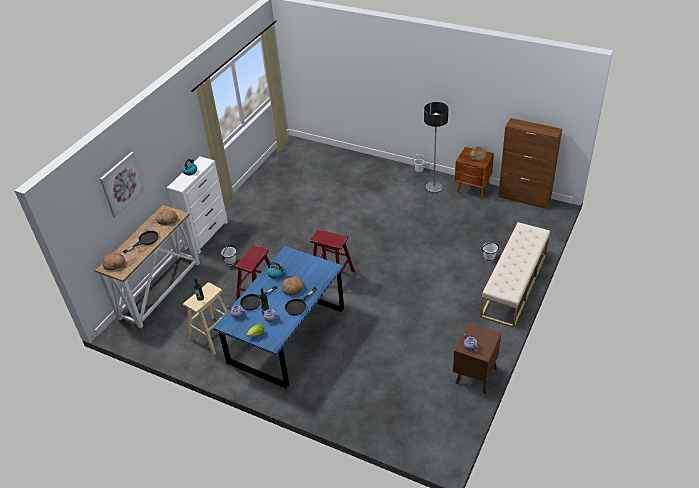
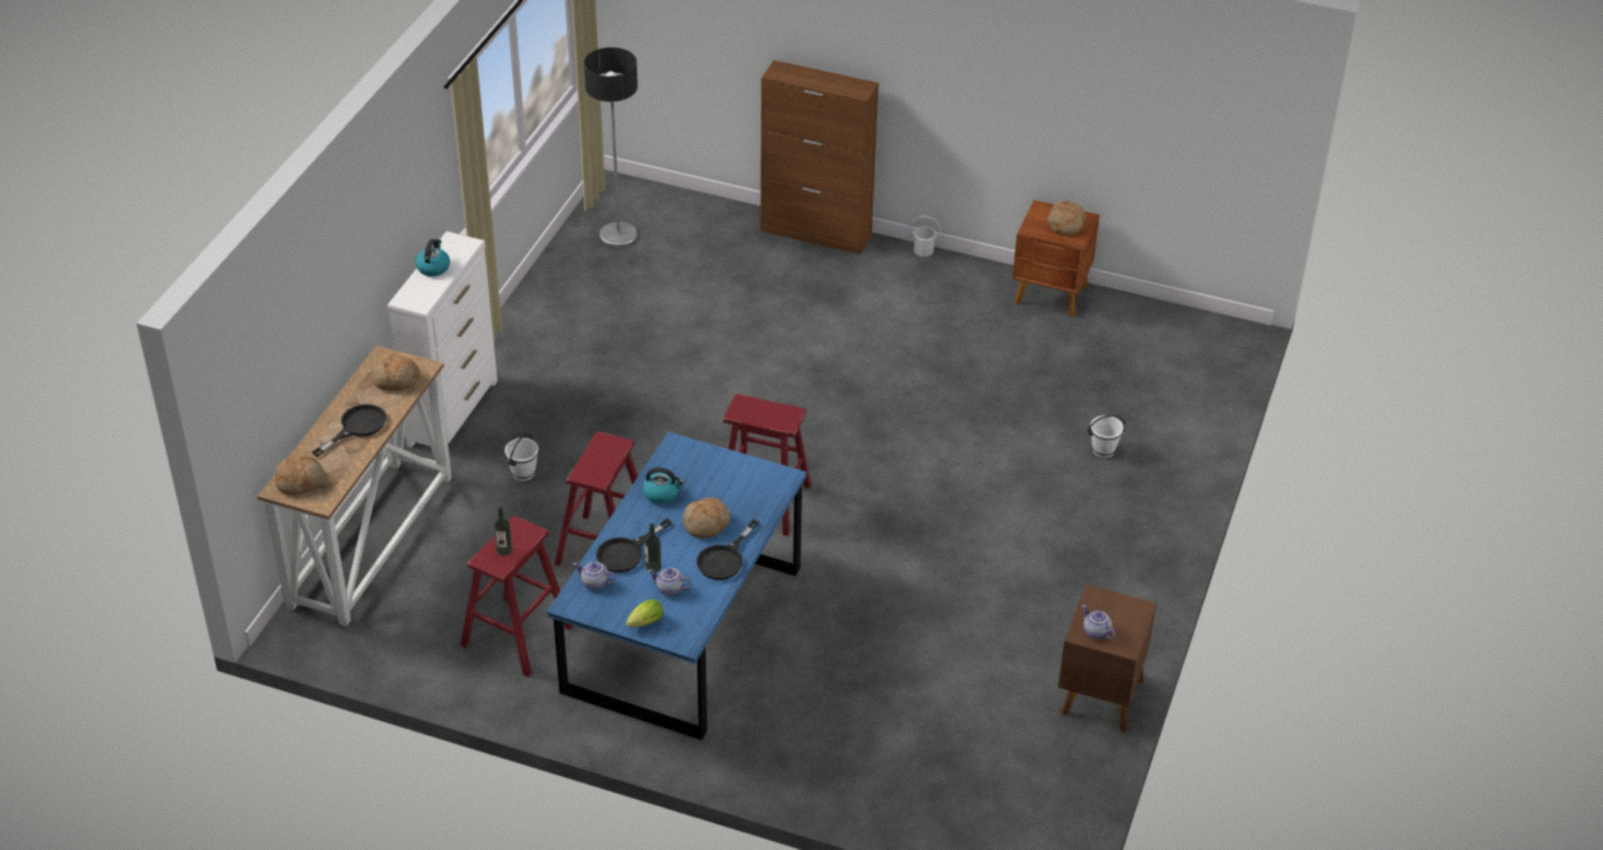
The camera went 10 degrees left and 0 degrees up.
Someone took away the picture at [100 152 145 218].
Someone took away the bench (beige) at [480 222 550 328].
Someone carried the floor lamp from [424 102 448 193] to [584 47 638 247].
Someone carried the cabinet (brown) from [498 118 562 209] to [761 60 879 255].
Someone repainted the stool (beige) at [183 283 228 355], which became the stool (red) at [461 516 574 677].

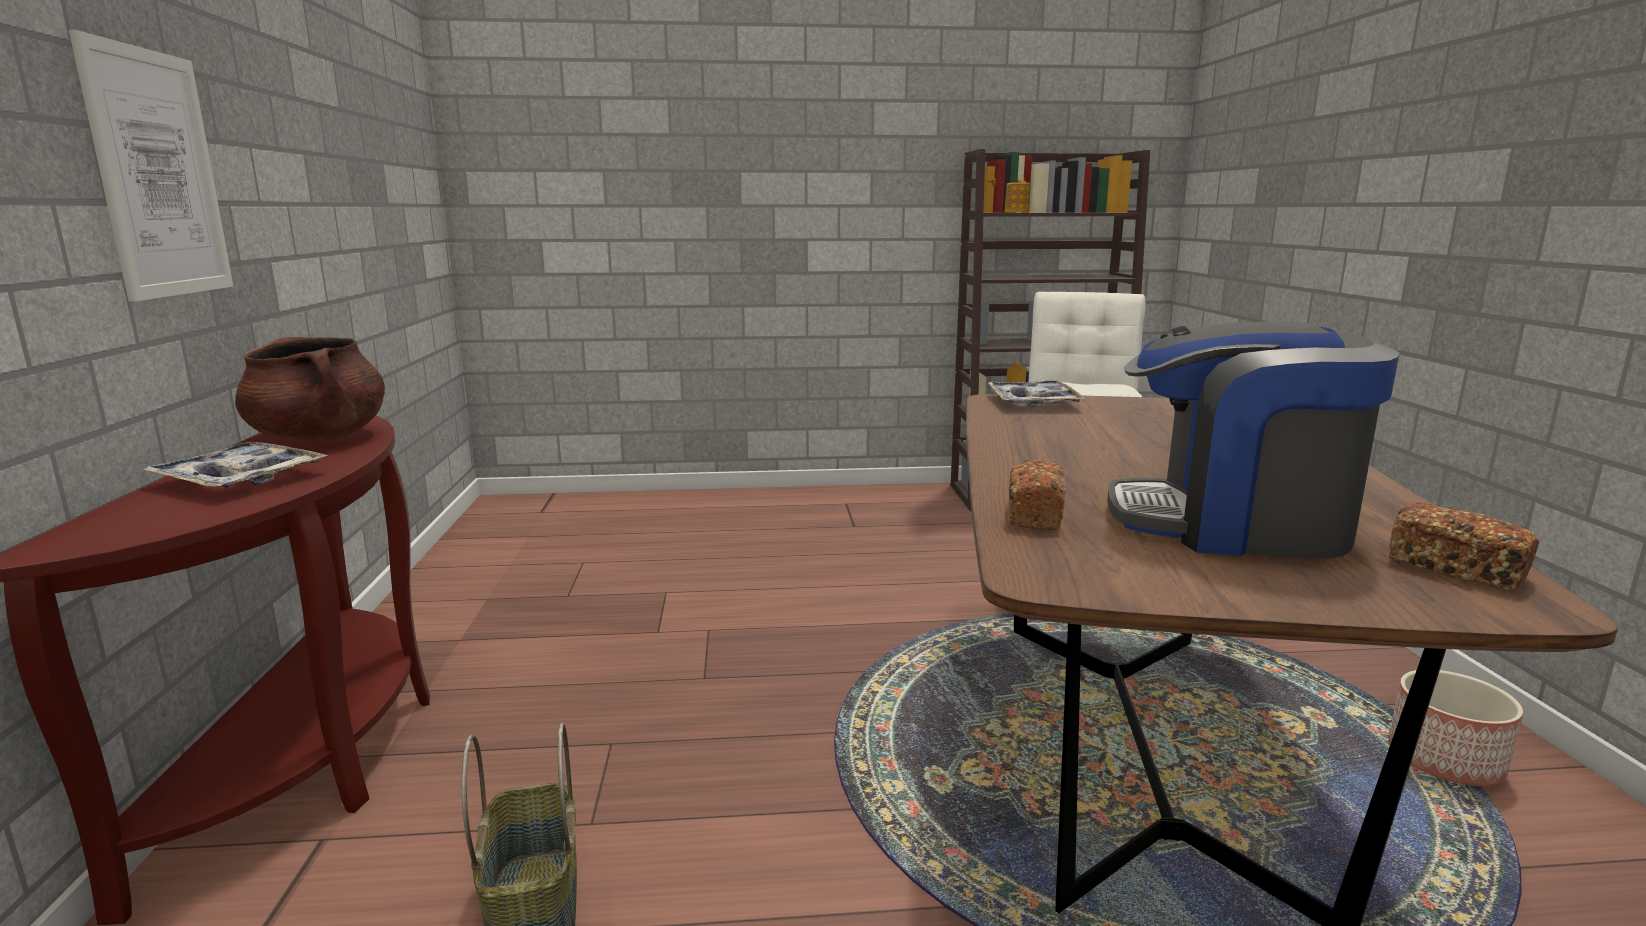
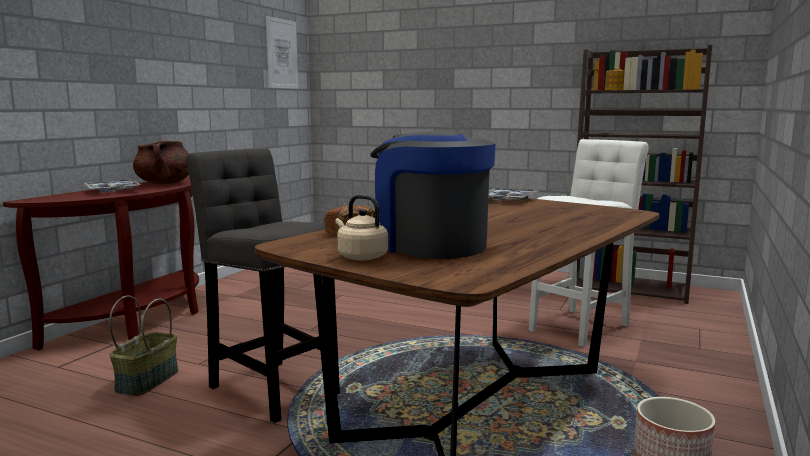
The camera went 30 degrees right and 5 degrees down.
Someone took away the bread at [1389 502 1539 590].
Someone put down the stool (grey) at [186 149 340 423].
Someone put down the kettle (beige) at [335 195 388 261].
Someone carried the picture from [69 30 234 302] to [266 16 298 89].

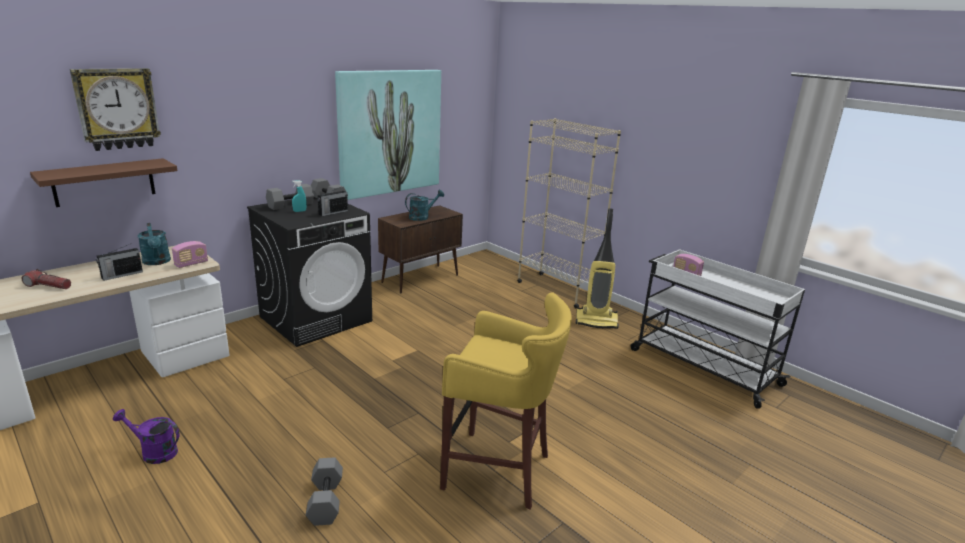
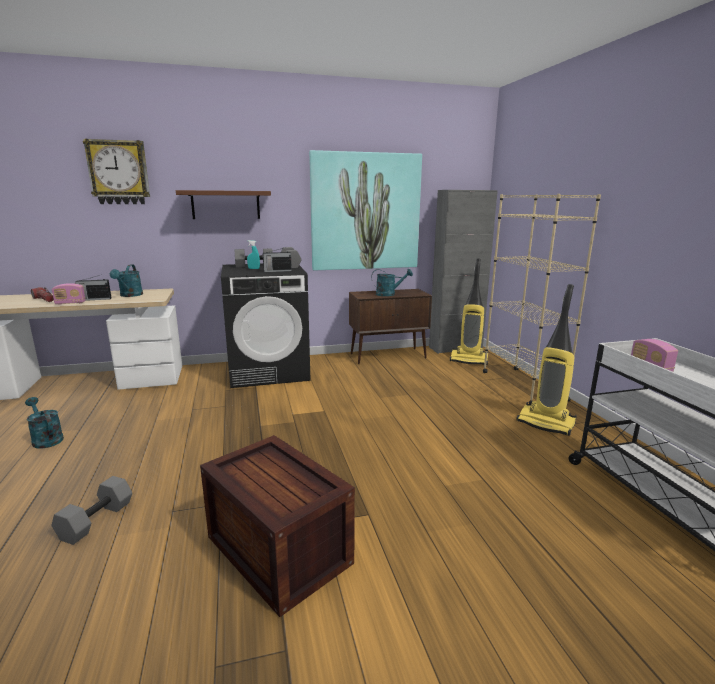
The camera went 30 degrees right and 5 degrees down.
Someone put down the cabinet (grey) at [429 190 498 354].
Someone put down the vacuum cleaner at [450 258 488 365].
Someone carried the shelf (brown) from [30 158 178 207] to [176 190 271 219].
Someone carried the radio from [172 241 208 268] to [52 283 86 305].
Someone swapped the stool (yellow) at [440 292 572 509] for the crate at [200 435 355 617].
Someone repainted the watering can (purple) at [113 409 180 464], which became the watering can (turquoise) at [25 397 64 448].

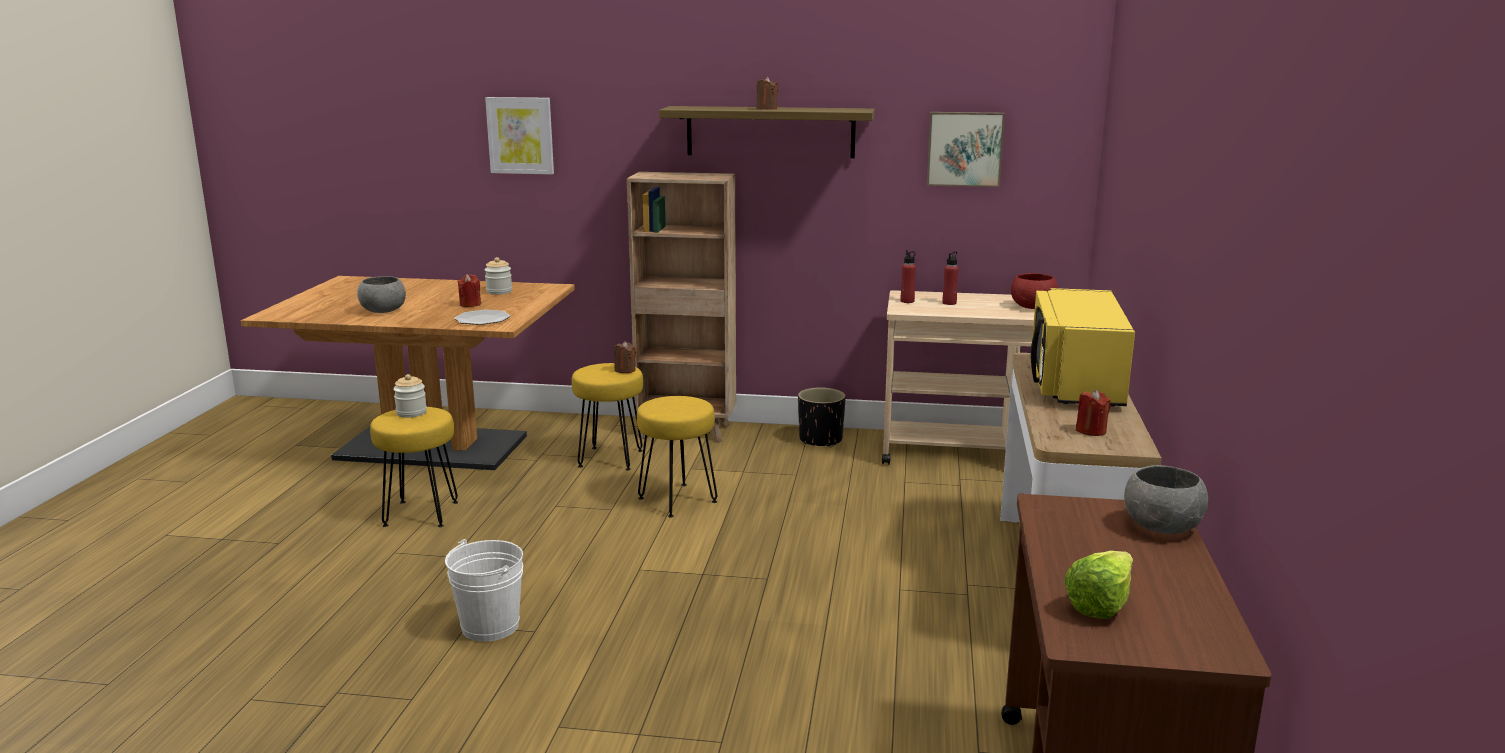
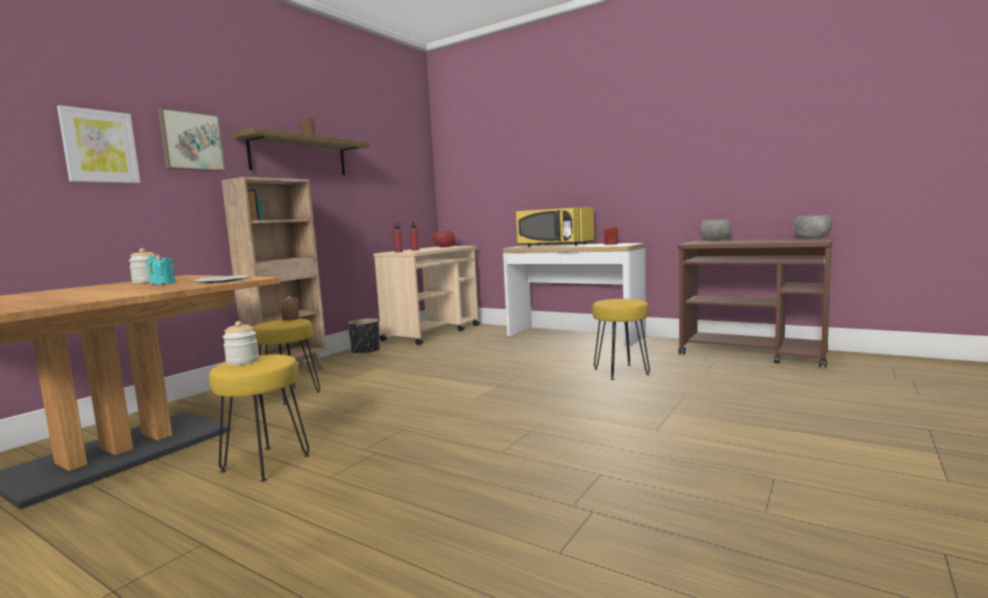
The camera went 65 degrees left and 10 degrees down.
Someone took away the bucket (white) at [445 539 523 642].
Someone took away the lettuce at [1064 551 1133 619].
Someone carried the bowl (grey) from [357 276 406 313] to [794 215 833 239].
Someone carried the stool (yellow) from [637 396 717 518] to [592 299 650 380].
Someone carried the picture from [927 112 1005 187] to [157 107 226 172].
Someone repainted the candle (red) at [457 274 481 307], which became the candle (turquoise) at [146 254 176 285].

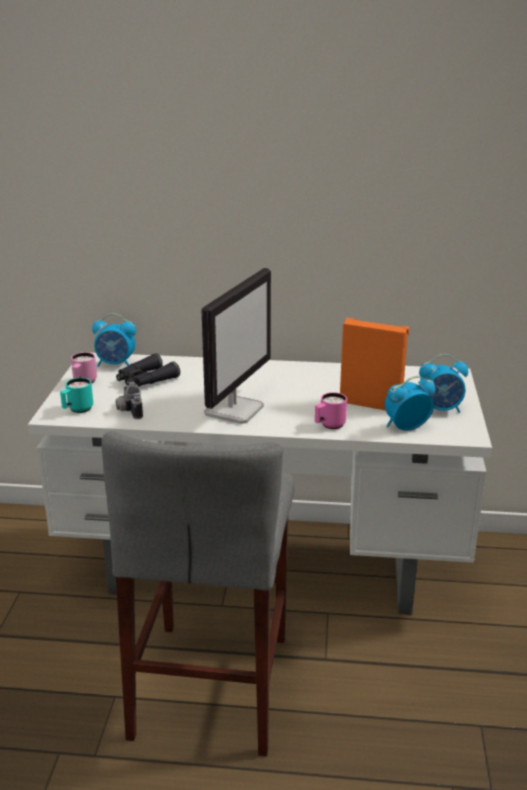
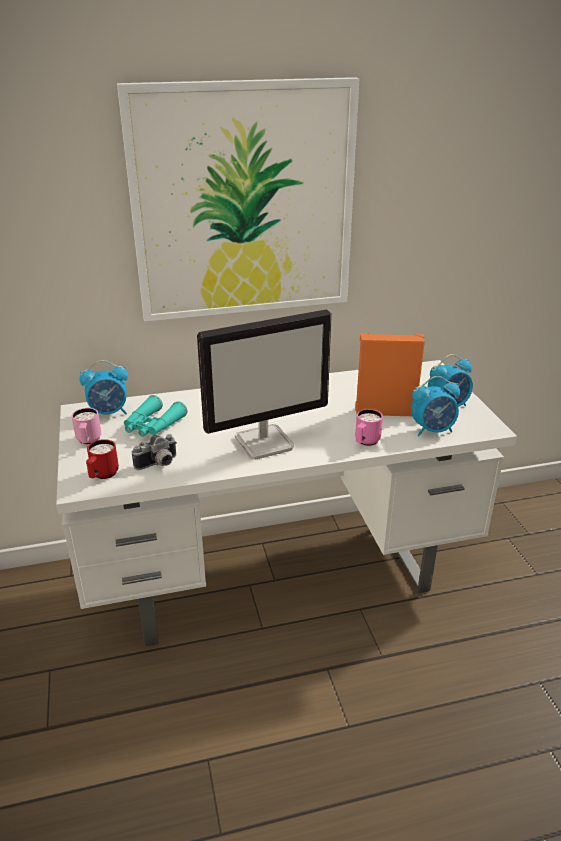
The camera went 20 degrees left and 5 degrees up.
Someone took away the stool (grey) at [101 431 295 756].
Someone put up the picture at [117 77 359 322].
Someone repainted the mug (turquoise) at [60 378 93 413], which became the mug (red) at [86 439 119 479].
Someone repainted the binoculars (black) at [116 353 180 387], which became the binoculars (turquoise) at [124 395 188 437].
Someone rotated the photo camera at [116 382 143 419] by 90 degrees counterclockwise.
Someone rotated the monitor at [201 268 271 424] by 60 degrees clockwise.
Someone rotated the alarm clock at [385 376 435 431] by 150 degrees counterclockwise.

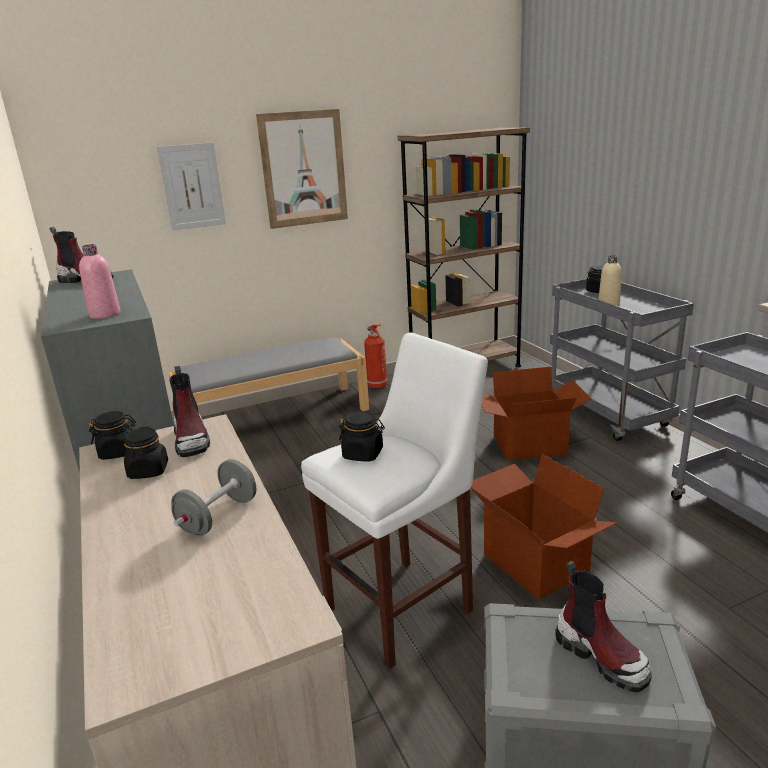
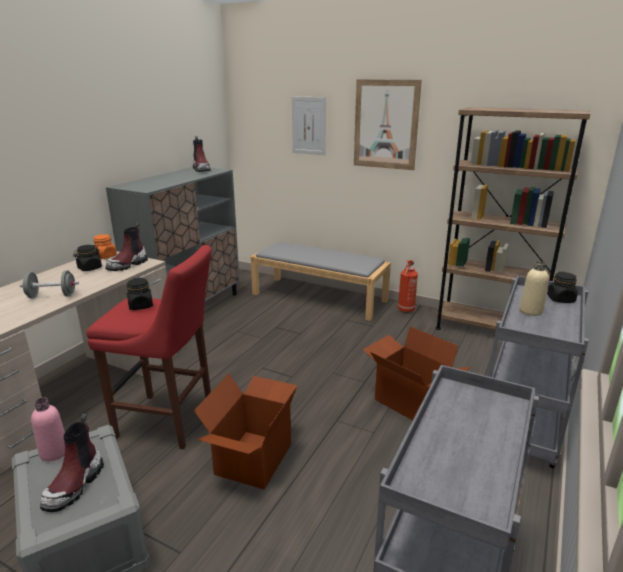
The camera went 50 degrees right and 0 degrees up.
Someone carried the bottle (pink) from [79 244 120 319] to [31 397 65 461].
Someone repainted the jar (black) at [89 411 136 460], which became the jar (orange) at [93 234 117 259].
Someone repainted the stool (white) at [301 333 488 669], which became the stool (red) at [86 245 212 450].

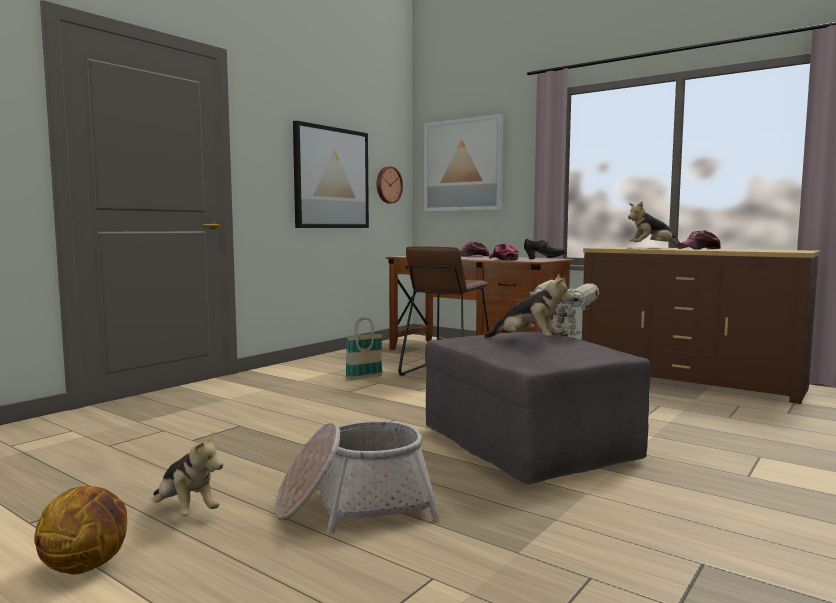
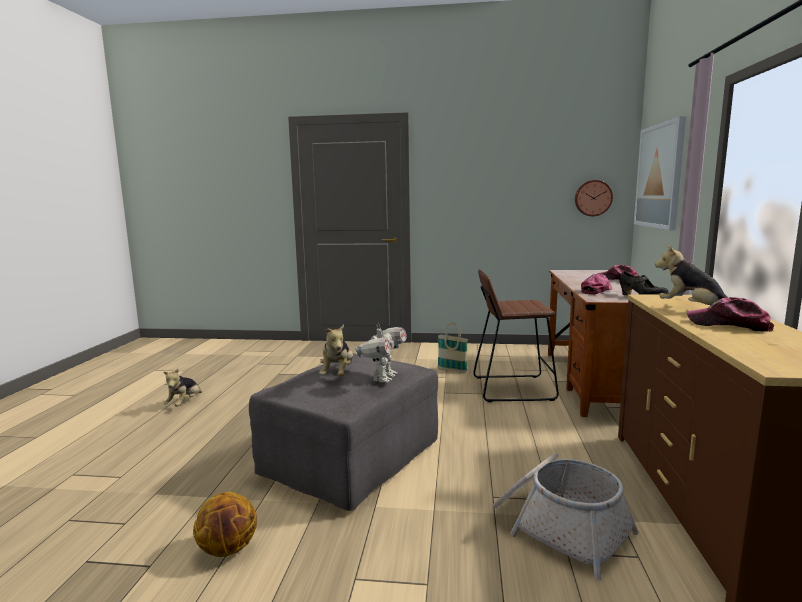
The camera went 60 degrees right and 5 degrees up.
Someone took away the picture at [293 121 369 228].
Someone carried the basketball from [34 486 127 574] to [193 492 257 557].
Someone carried the basket from [275 421 441 533] to [492 453 639 580].

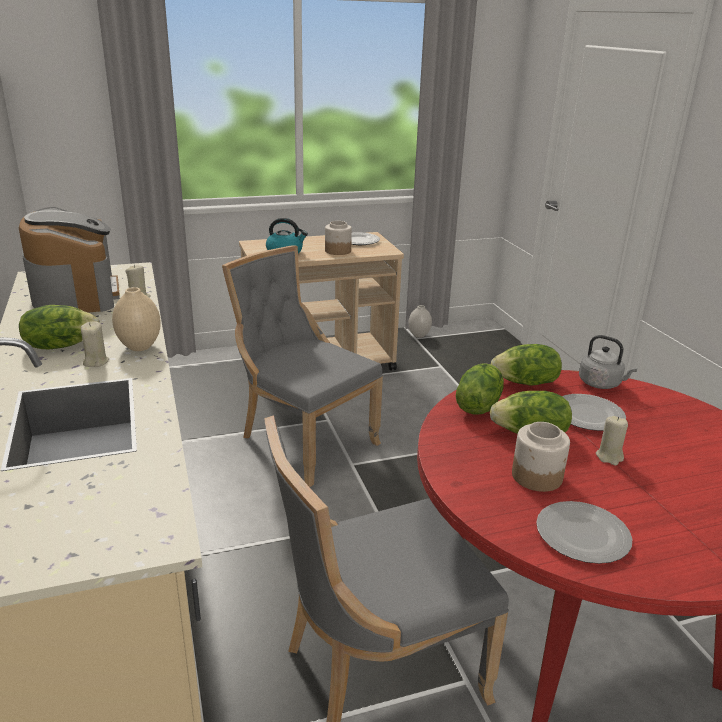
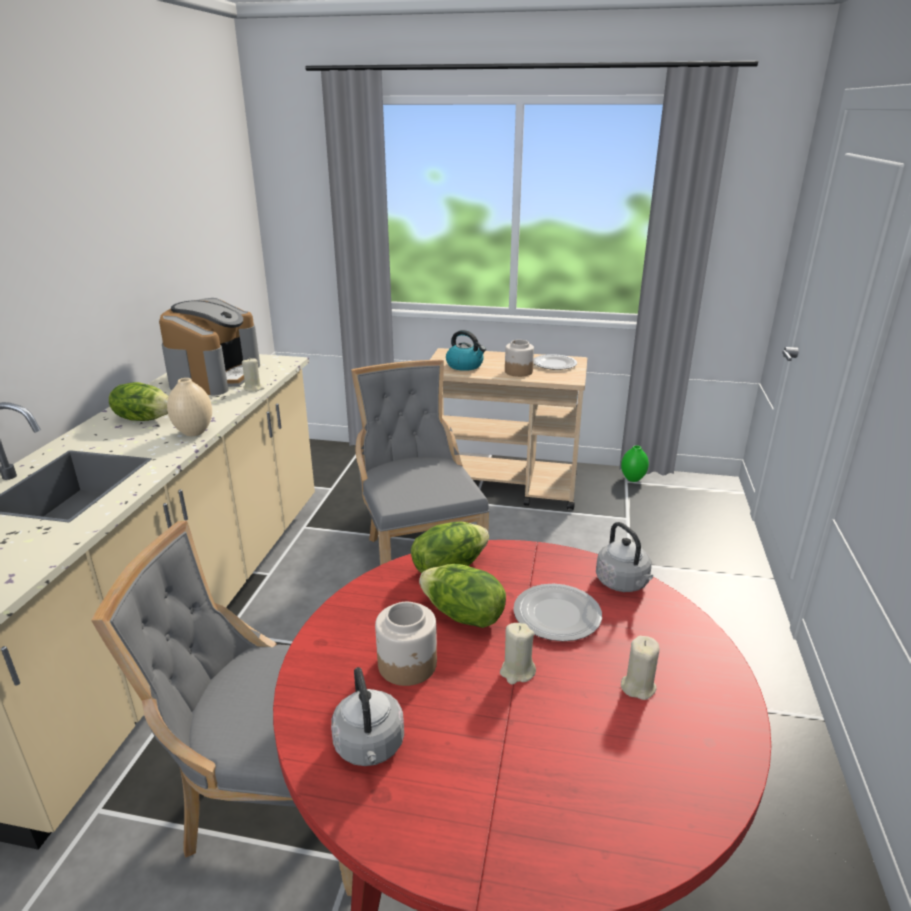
The camera went 30 degrees right and 0 degrees up.
Someone took away the lettuce at [491 344 562 386].
Someone carried the candle (beige) from [81 321 109 367] to [621 636 659 700].
Someone swapped the plate at [536 501 632 564] for the kettle (grey) at [331 667 404 766].
Someone repainted the vase (white) at [408 305 432 338], which became the vase (green) at [621 445 649 482].

